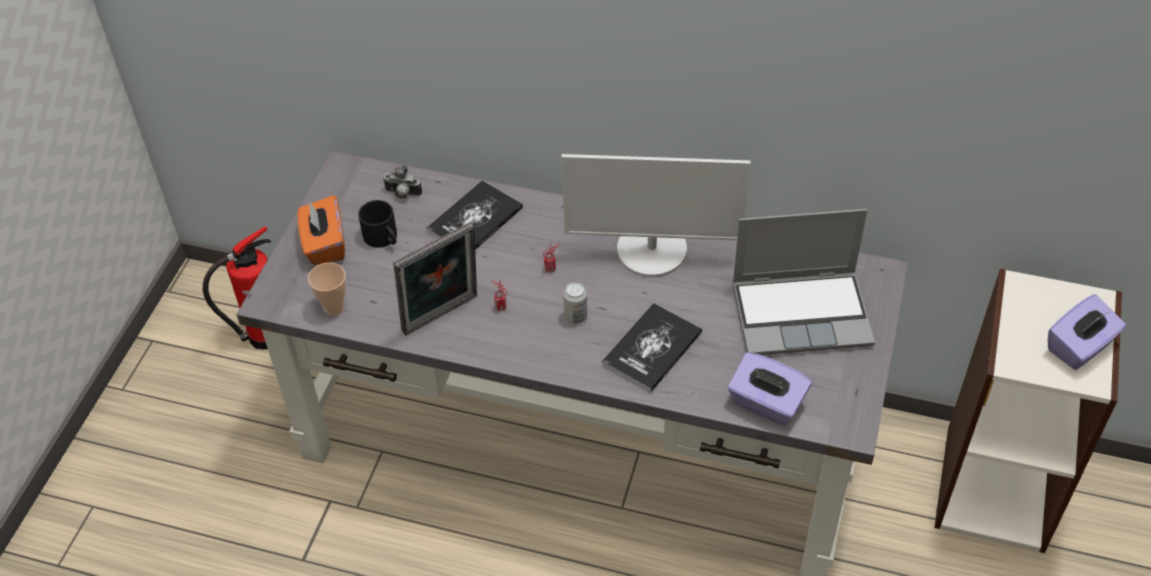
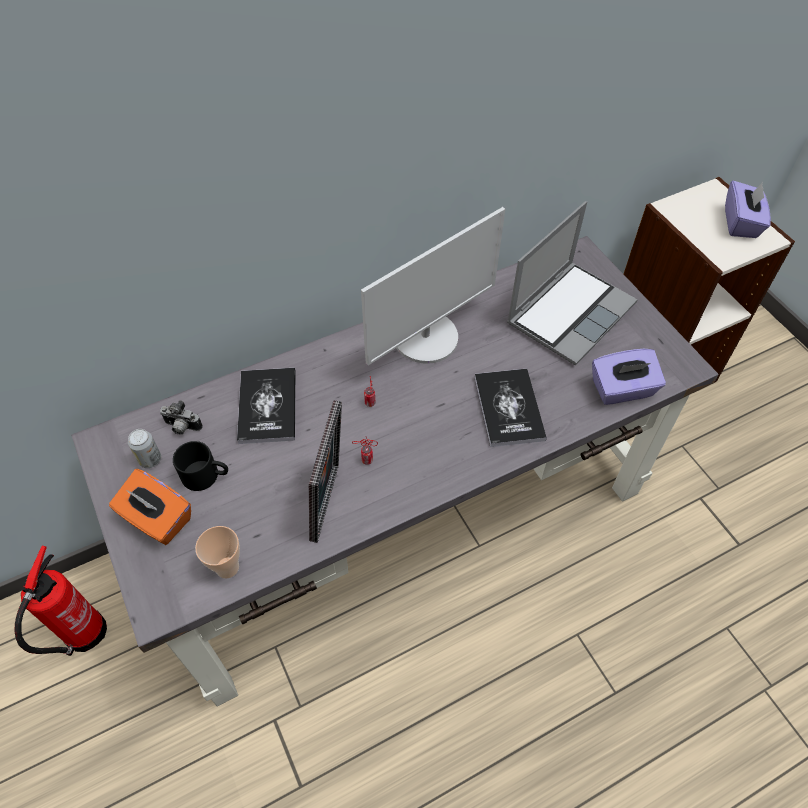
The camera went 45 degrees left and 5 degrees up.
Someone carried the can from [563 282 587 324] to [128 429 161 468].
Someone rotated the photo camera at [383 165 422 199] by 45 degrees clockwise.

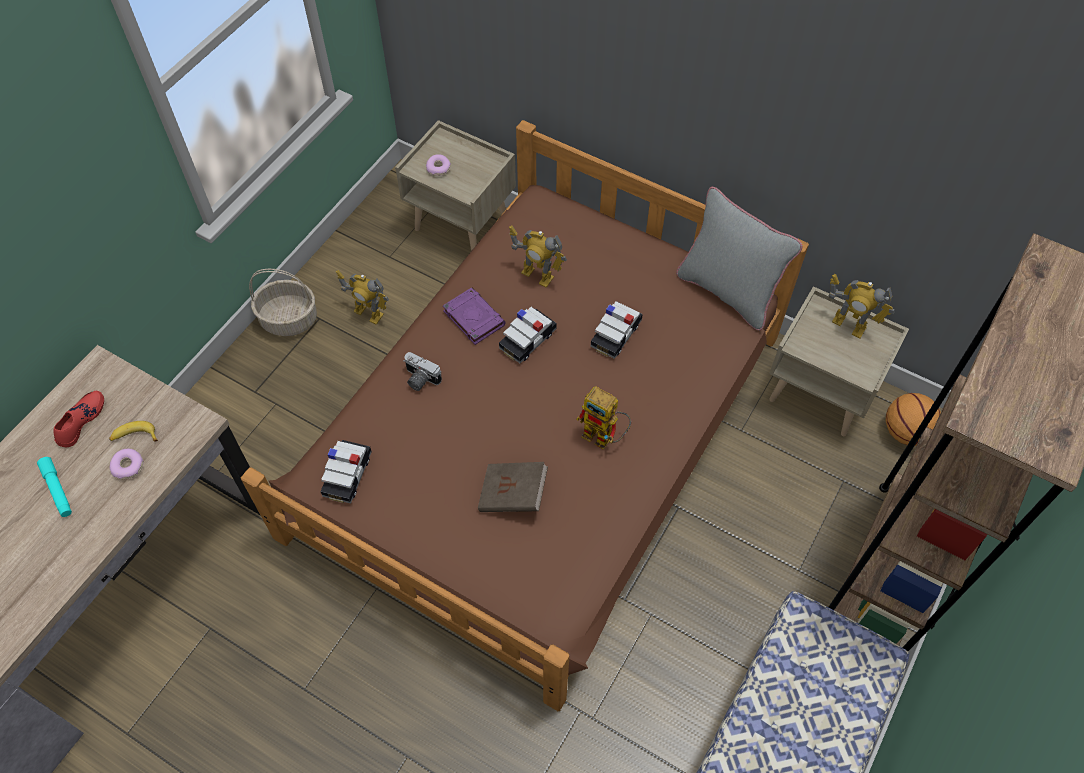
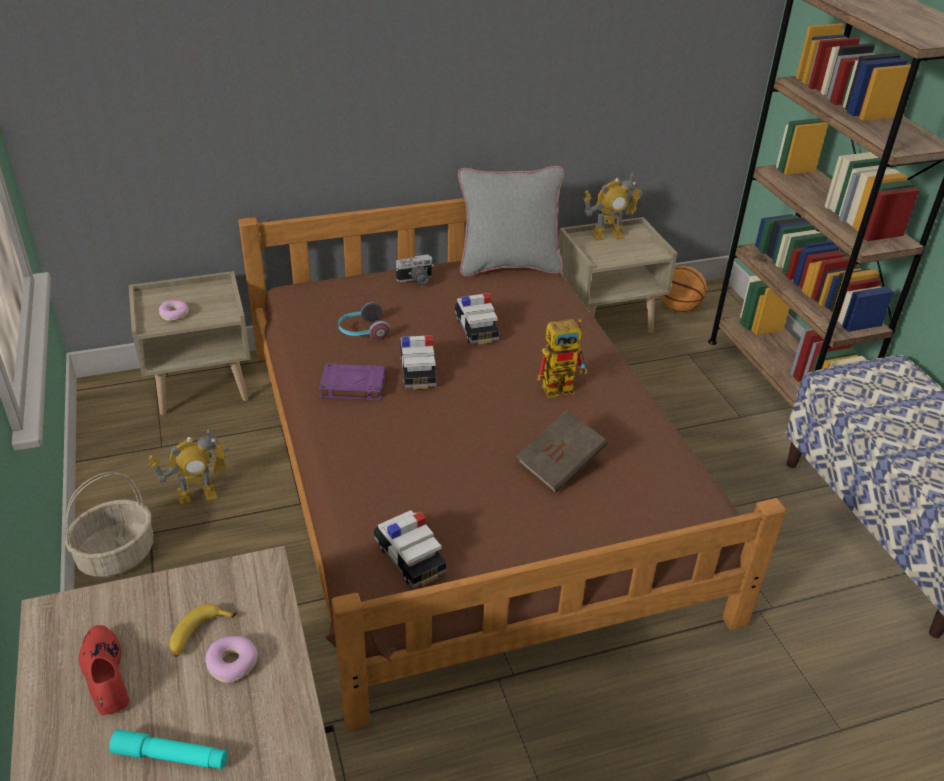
The camera went 50 degrees left and 20 degrees down.
Someone carried the photo camera from [403 352 442 391] to [396 254 434 285].
Someone swapped the toy robot at [509 225 567 288] for the headphones at [338 302 390 340].

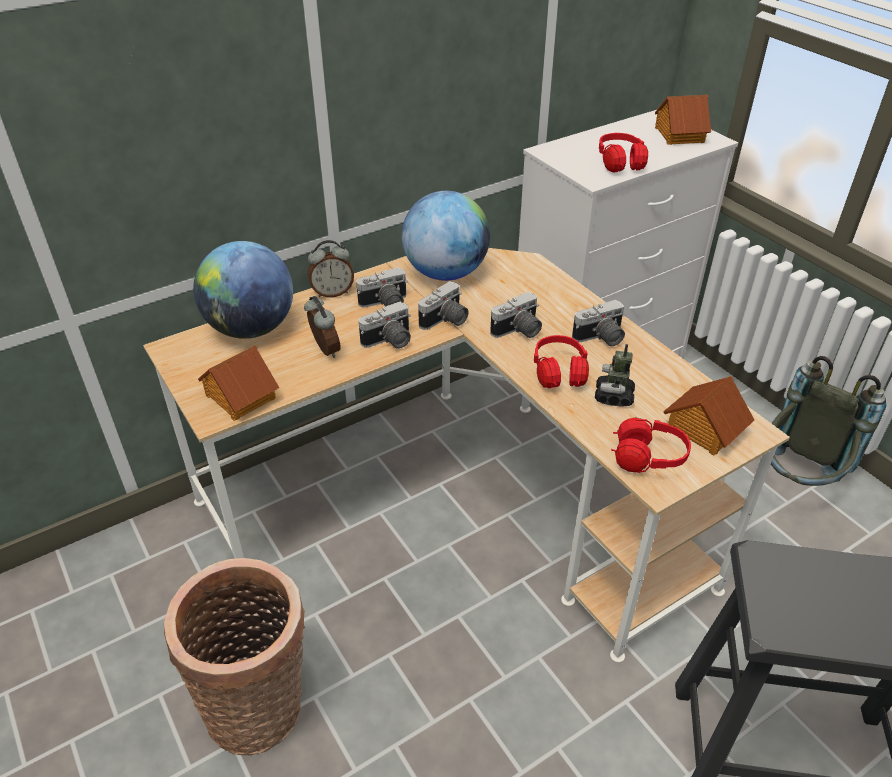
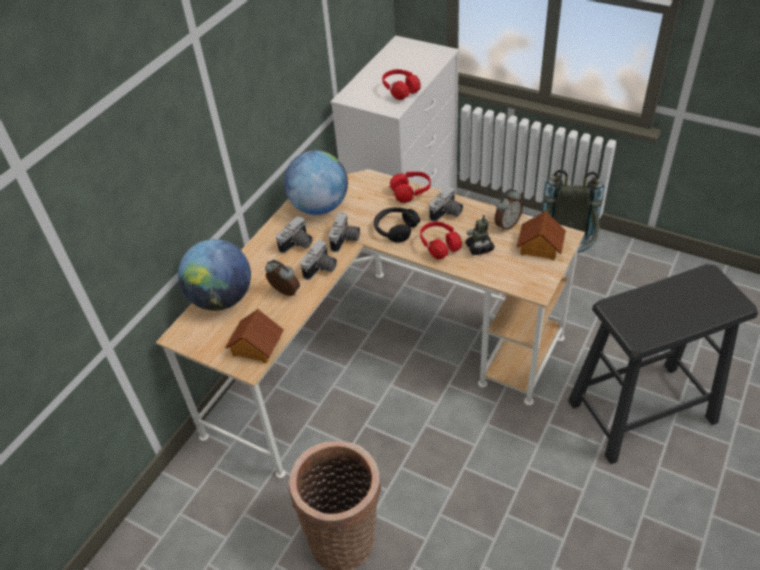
The camera went 25 degrees left and 5 degrees up.
Someone took away the toy house at [655 95 711 145].
Someone carried the alarm clock from [308 240 354 297] to [494 189 523 232].
Someone carried the headphones (red) from [611 418 691 473] to [388 171 431 203].
Someone swapped the photo camera at [490 292 542 338] for the headphones (black) at [374 207 420 243].

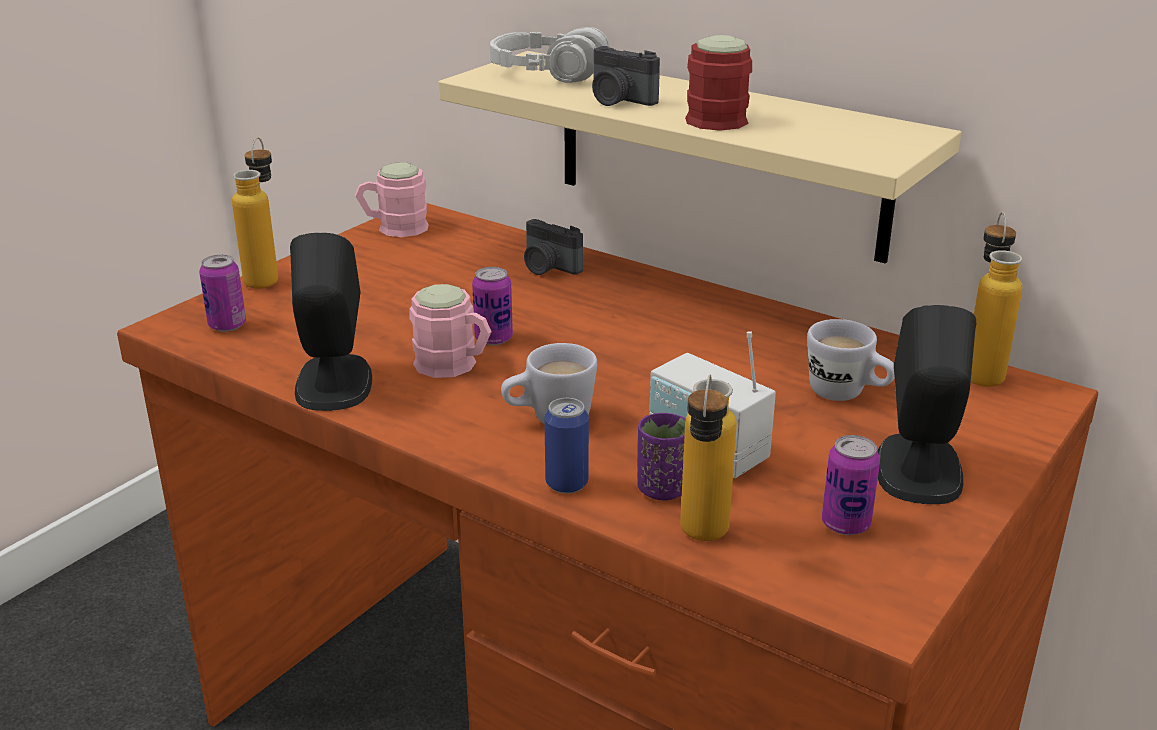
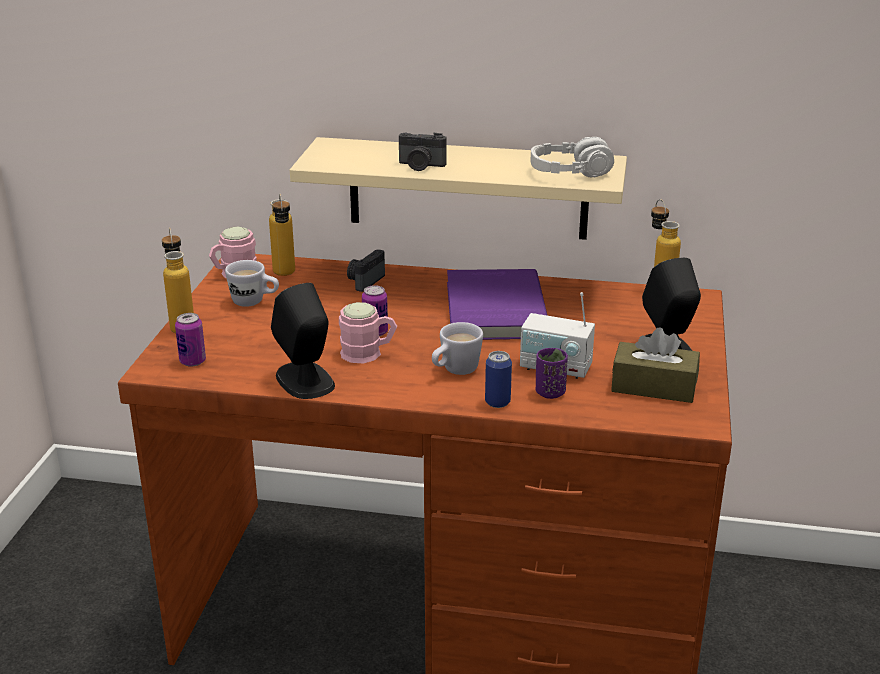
The camera went 25 degrees left and 0 degrees up.
Someone took away the mug (red) at [685 35 752 131].
Someone put down the book (purple) at [447 269 548 340].
Someone carried the headphones (grey) from [490 27 610 83] to [531 137 614 177].
Someone carried the bottle from [680 375 737 541] to [269 194 295 276].
Someone carried the mug (white) from [807 319 895 401] to [225 260 279 307].
Someone swapped the can at [822 435 880 535] for the tissue box (brown) at [611 327 700 403].
Someone rotated the photo camera at [524 219 583 275] by 105 degrees clockwise.

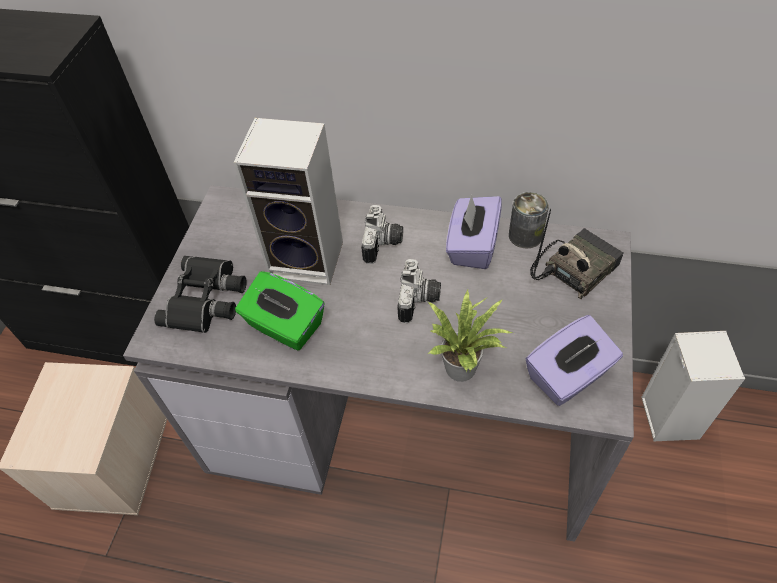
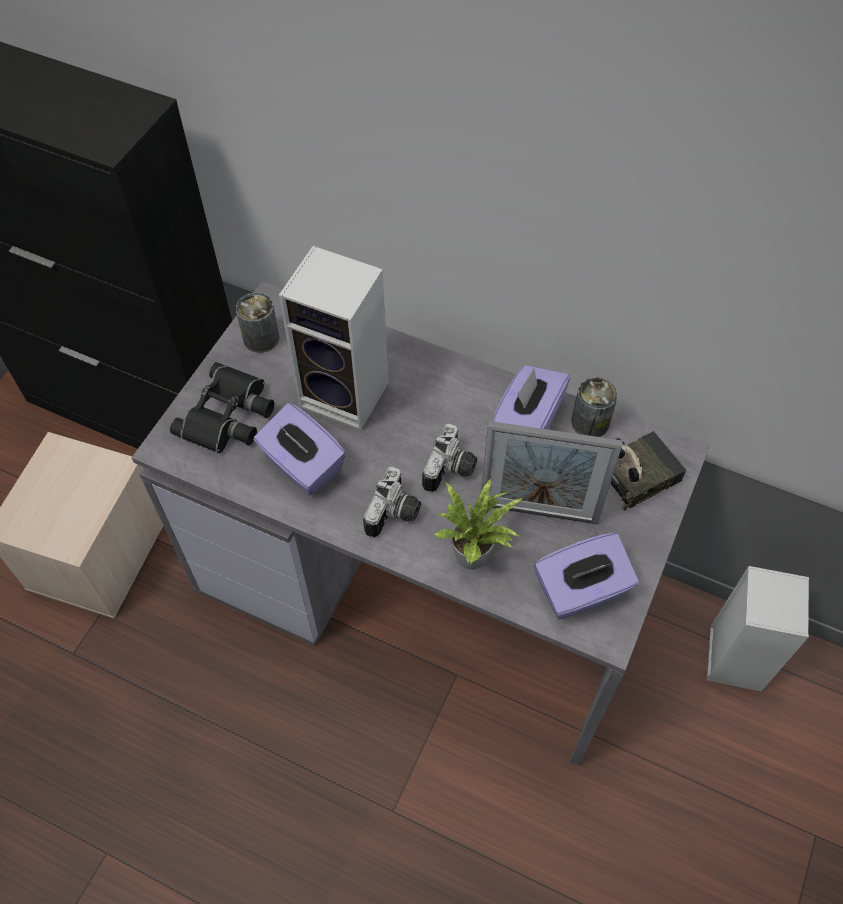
The camera went 10 degrees right and 5 degrees up.
Someone put down the can at [236 293 279 353].
Someone put down the picture frame at [481 421 622 524].
Someone carried the photo camera from [361 205 403 264] to [363 467 421 538].
Someone repainted the tissue box (green) at [235 271 325 351], which became the tissue box (purple) at [254 403 346 495].

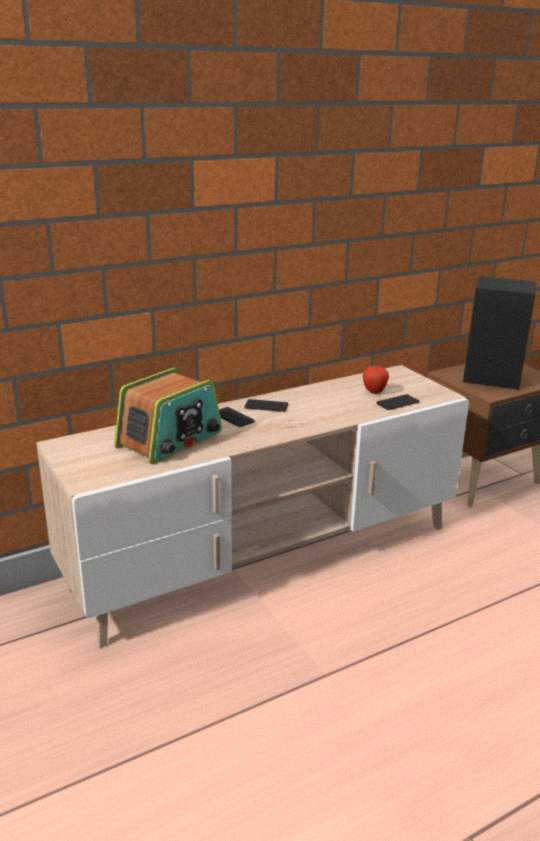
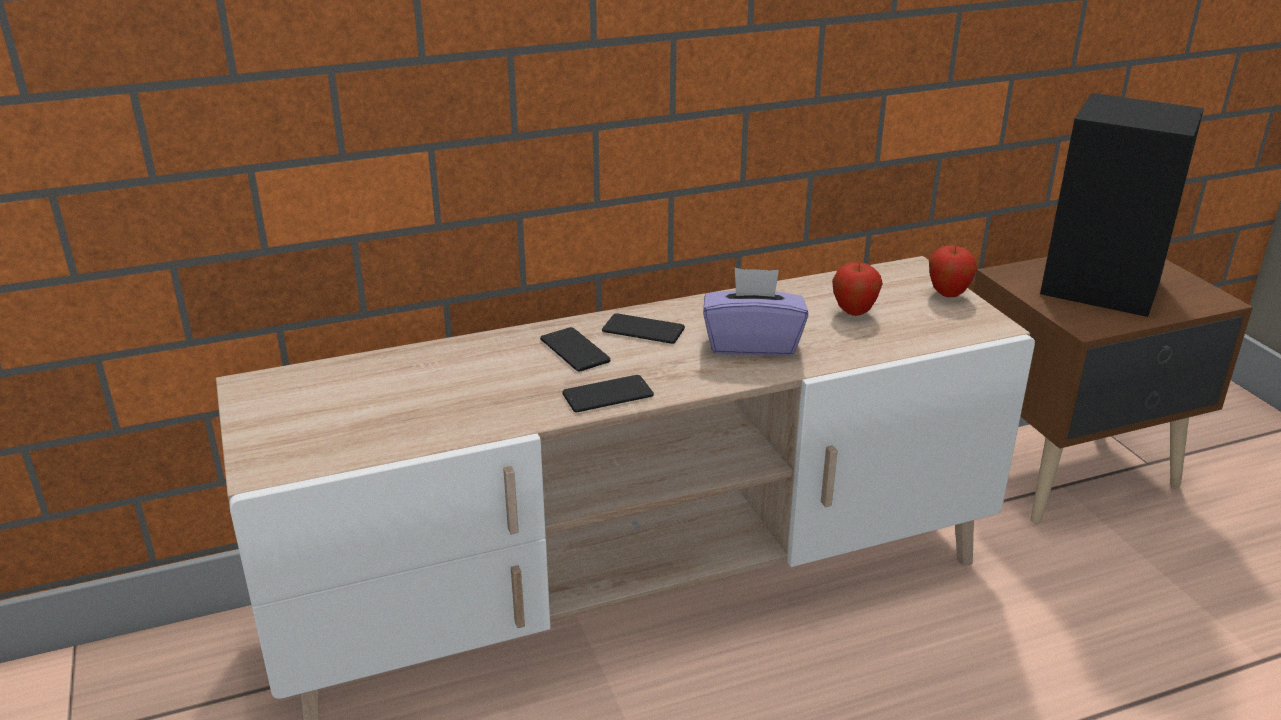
The camera went 10 degrees right and 5 degrees up.
Someone took away the radio at [114 368 222 464].
Someone put down the tissue box (purple) at [703 268 808 356].
Someone put down the apple at [929 245 977 297].
Someone carried the phone from [376 394 420 410] to [562 375 654 413].

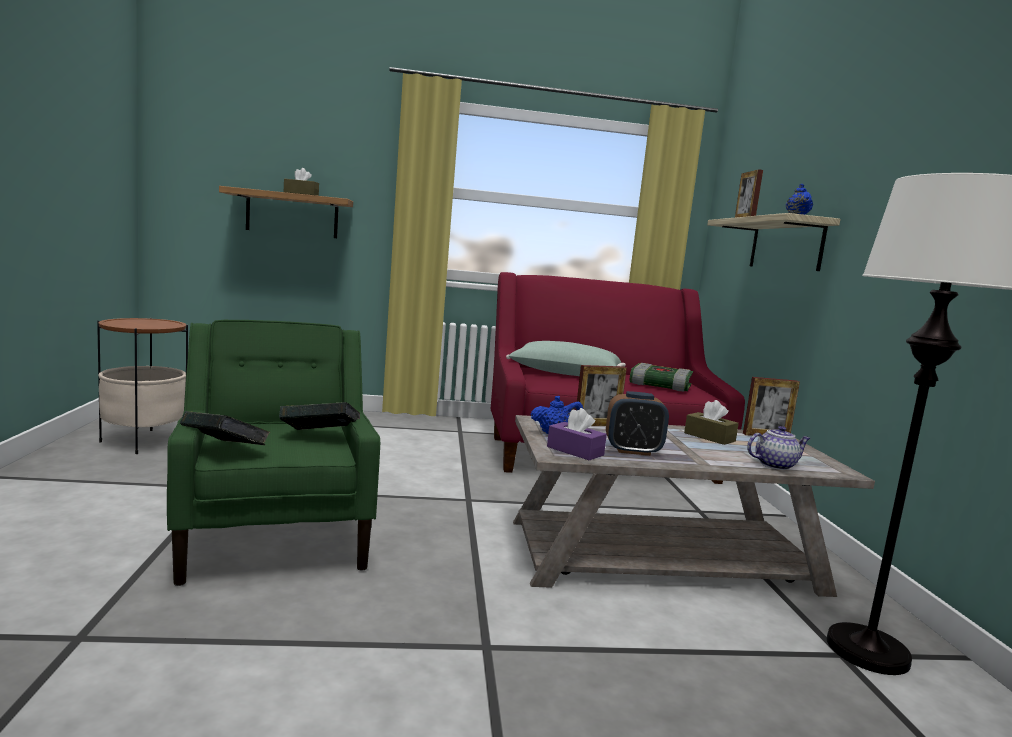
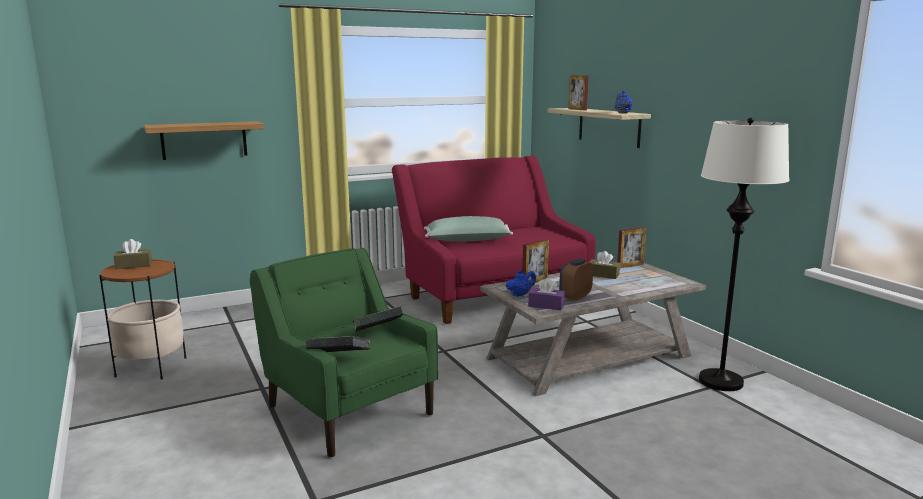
The camera went 20 degrees left and 5 degrees up.
Someone took away the book at [630 363 693 392].
Someone took away the teapot at [747 426 810 470].
Someone carried the tissue box (brown) from [284 168 319 196] to [114 239 152 269].
Someone rotated the alarm clock at [606 391 669 456] by 150 degrees clockwise.

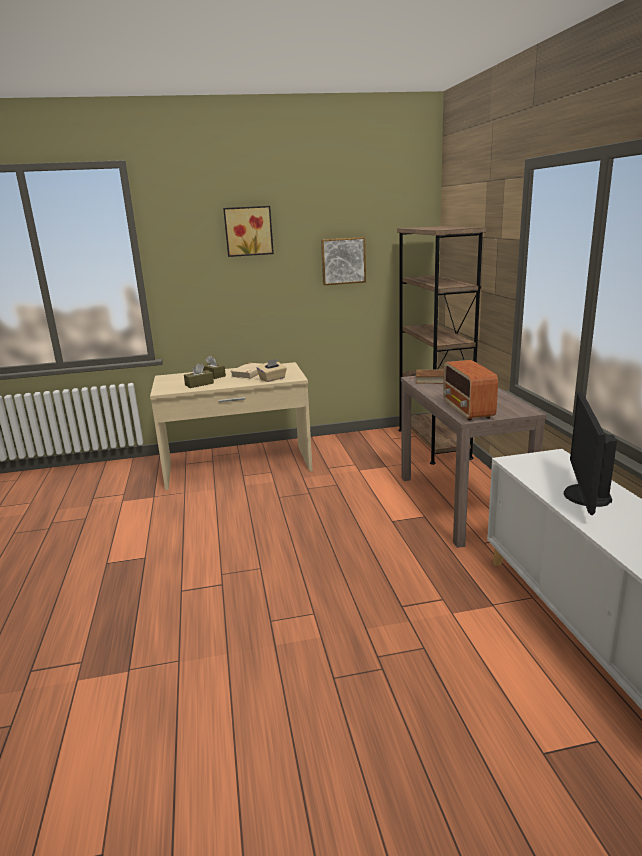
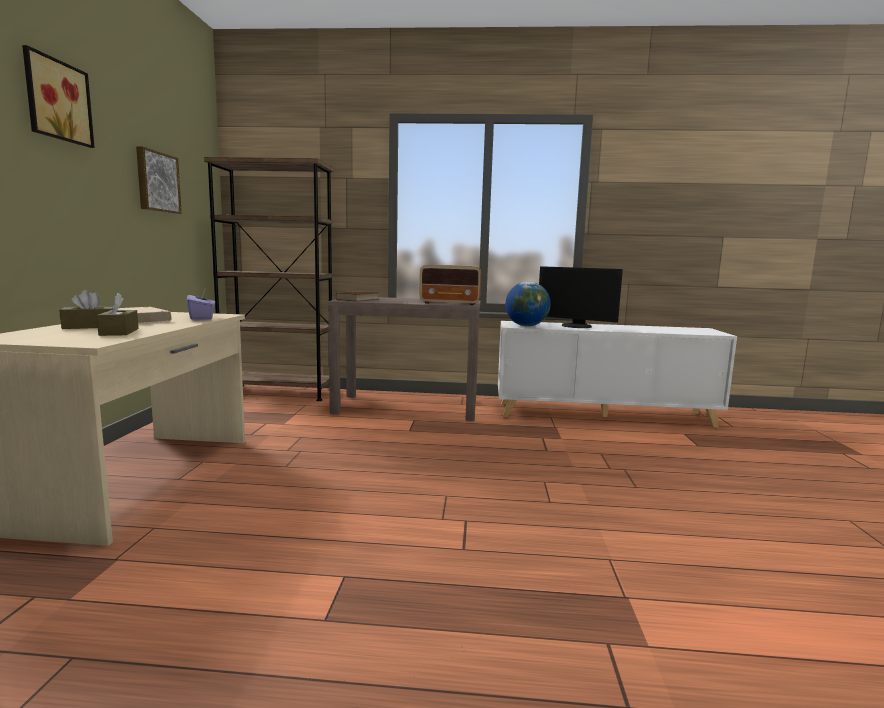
The camera went 75 degrees left and 10 degrees down.
Someone put down the globe at [505 282 551 327].
Someone repainted the tissue box (beige) at [257 359 287 382], which became the tissue box (purple) at [187 288 215 320].

